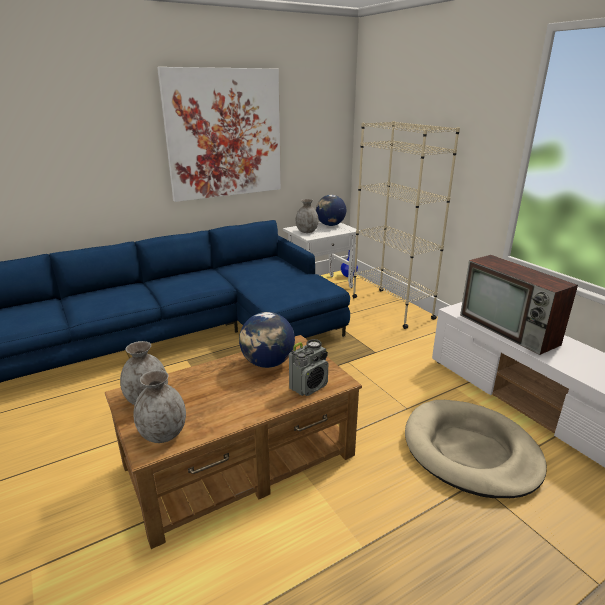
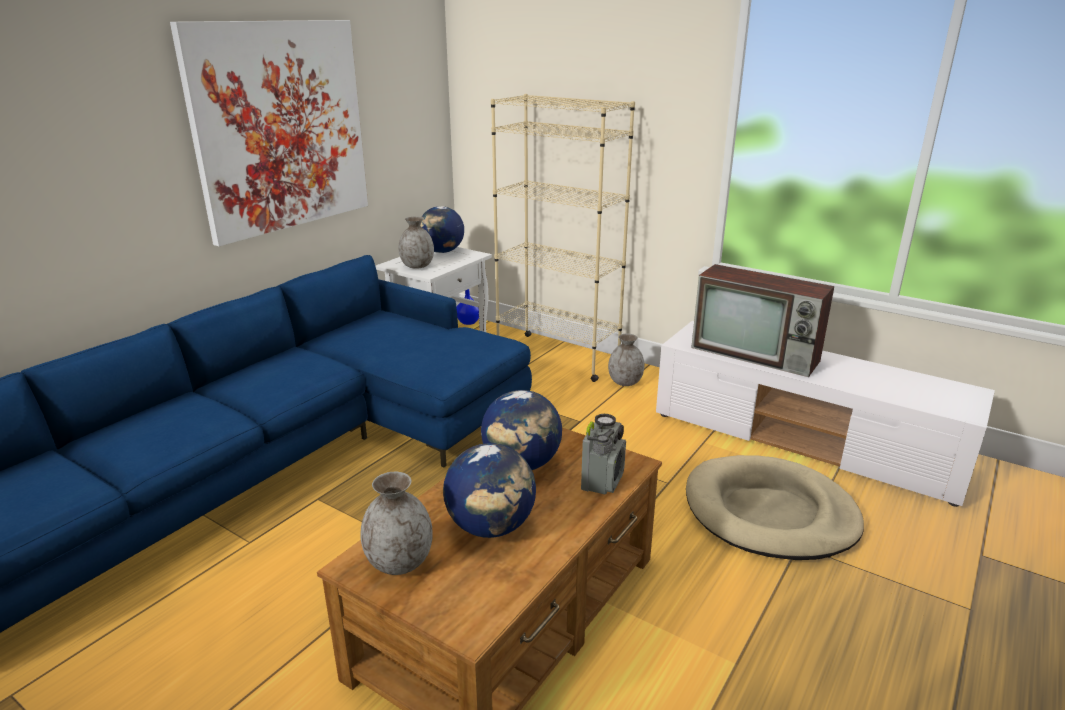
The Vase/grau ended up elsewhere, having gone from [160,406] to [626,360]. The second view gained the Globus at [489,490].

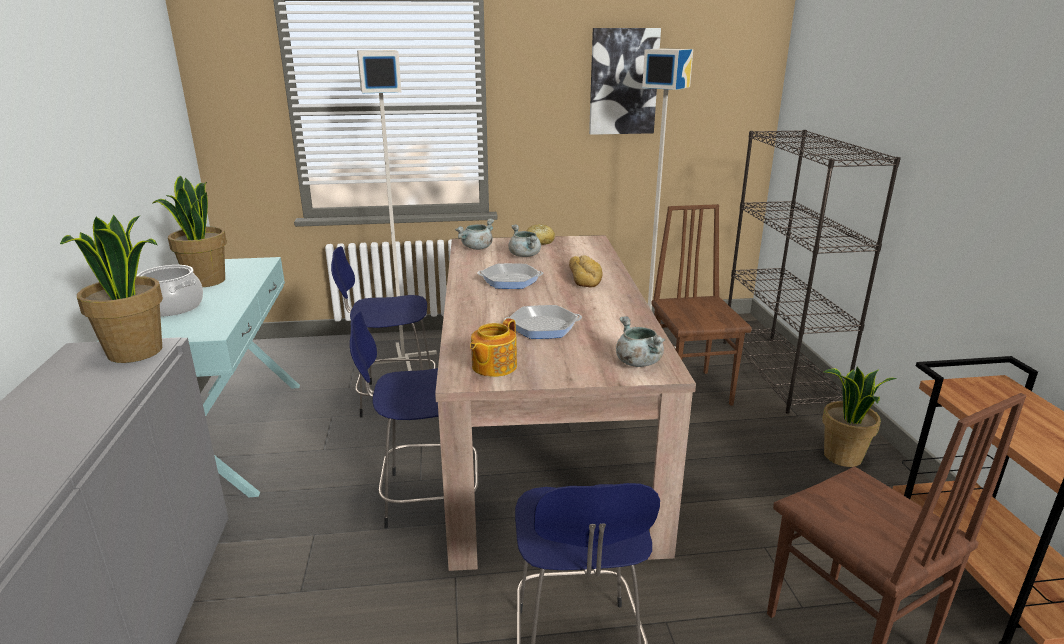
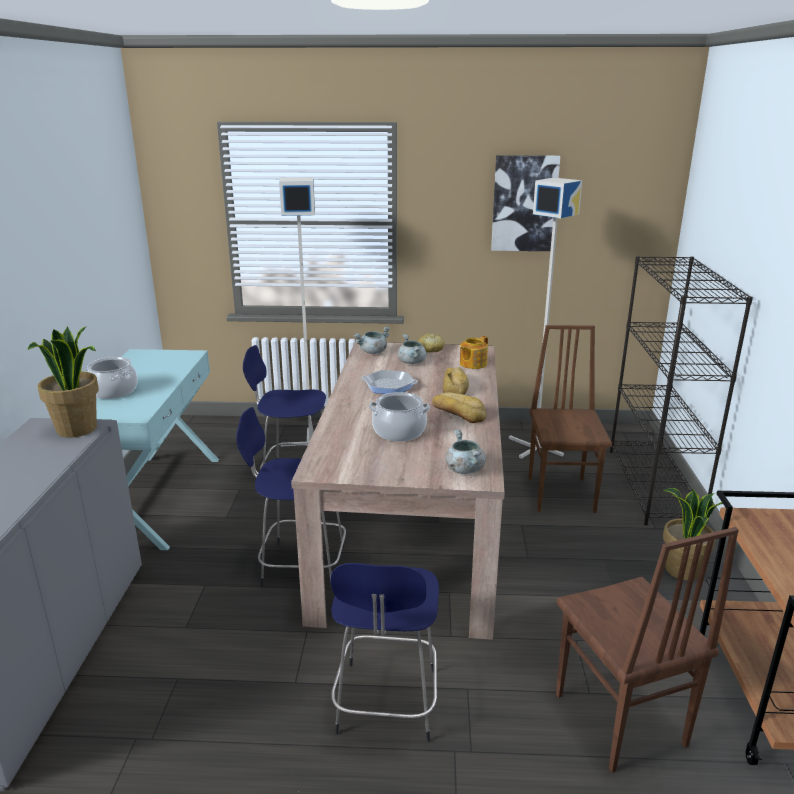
The second view lost the Topfpflanze at [189,231]. The Teekanne ended up elsewhere, having gone from [493,347] to [474,352]. Where the Pfanne stood at [543,322], the Kochtopf came to stand at [399,416]. The second view gained the Brot at [459,407].

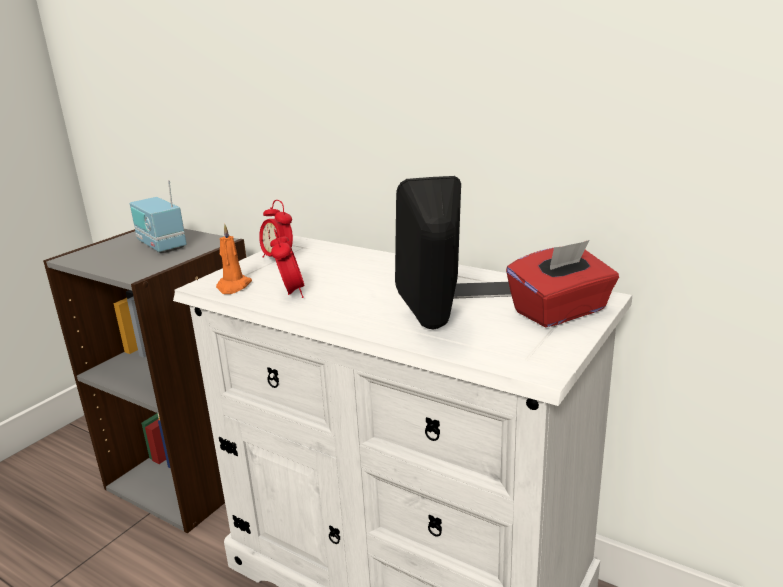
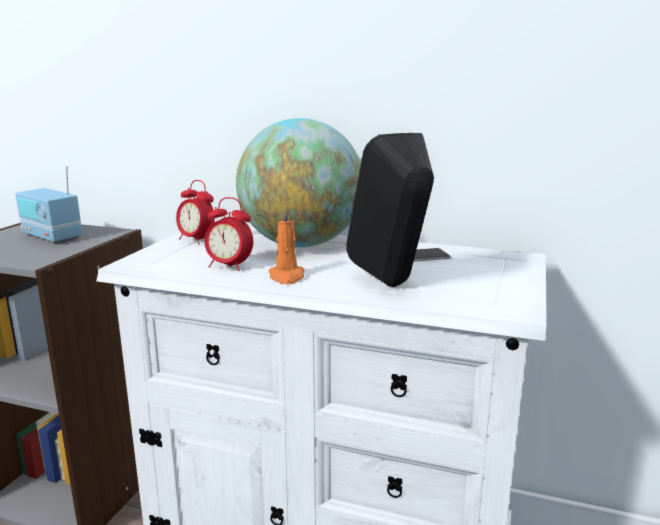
The Kerze/orange ended up elsewhere, having gone from [234,259] to [287,245]. The Wecker at [287,263] ended up facing another way, 135 degrees clockwise from before. The second view lost the Taschentuchbox/rot at [562,283]. The second view gained the Globus at [298,182].

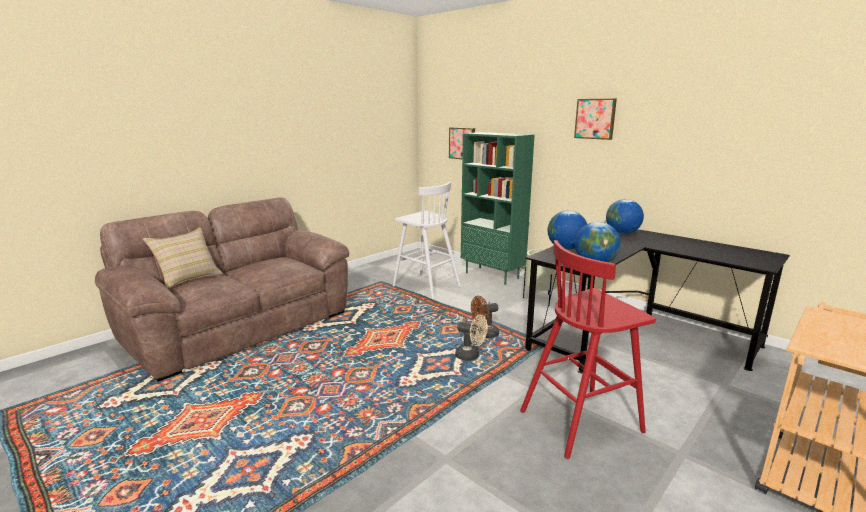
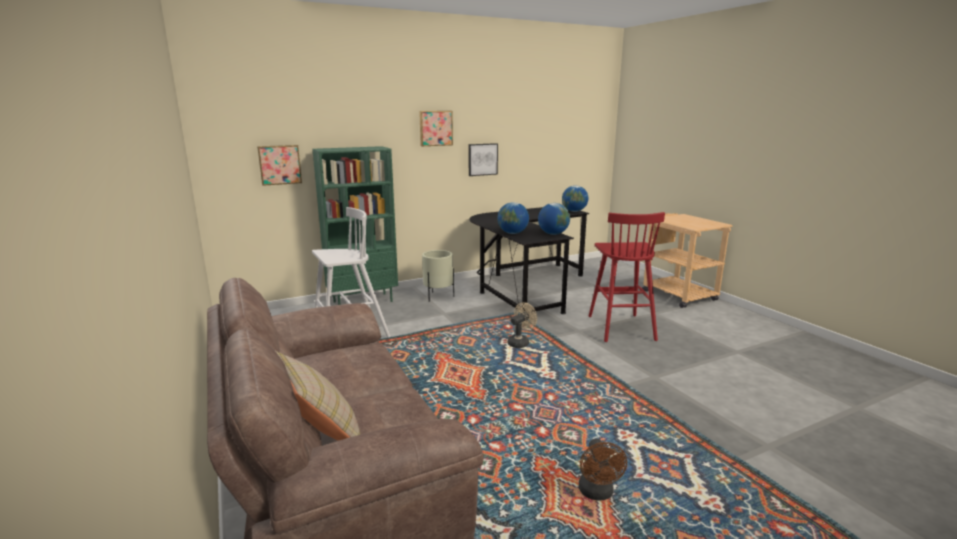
The Ventilator/braun ended up elsewhere, having gone from [485,317] to [603,469]. The Globus ended up elsewhere, having gone from [625,216] to [575,198]. The second view gained the Bild at [483,159].

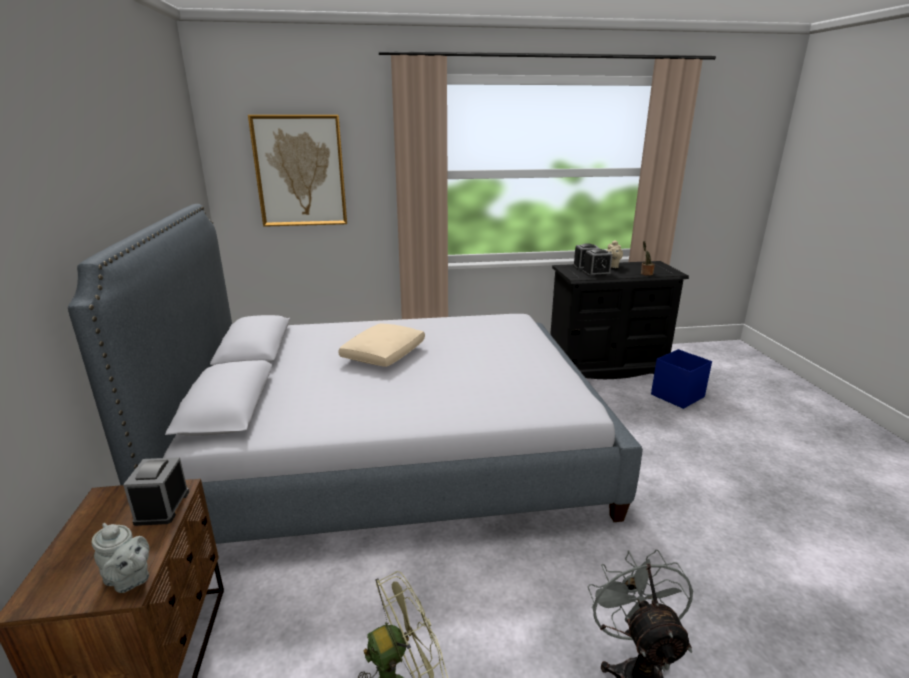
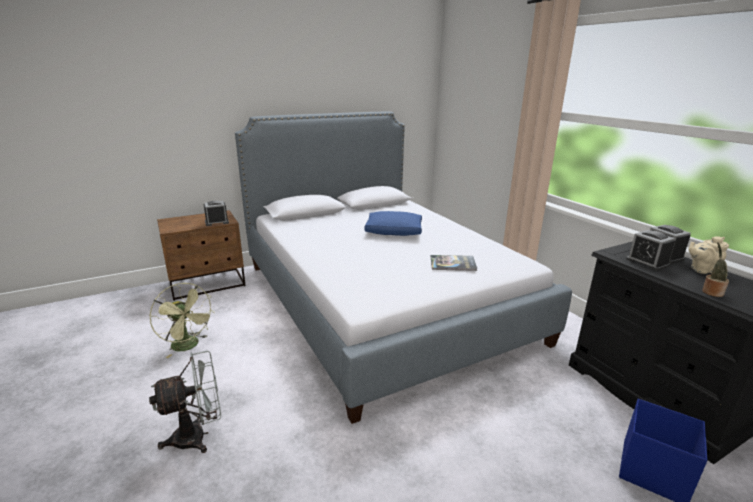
The second view lost the Teekanne/grau at [120,558]. The second view lost the Bild at [297,171]. What was the Kissen/beige at [381,345] turned into the Kissen/blau at [393,223]. The second view gained the Buch at [454,263].

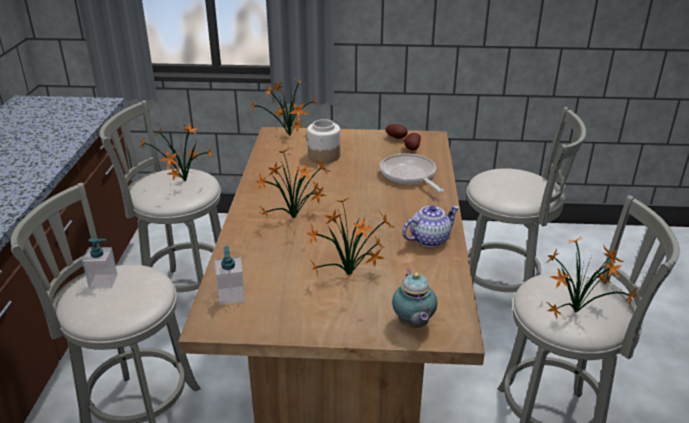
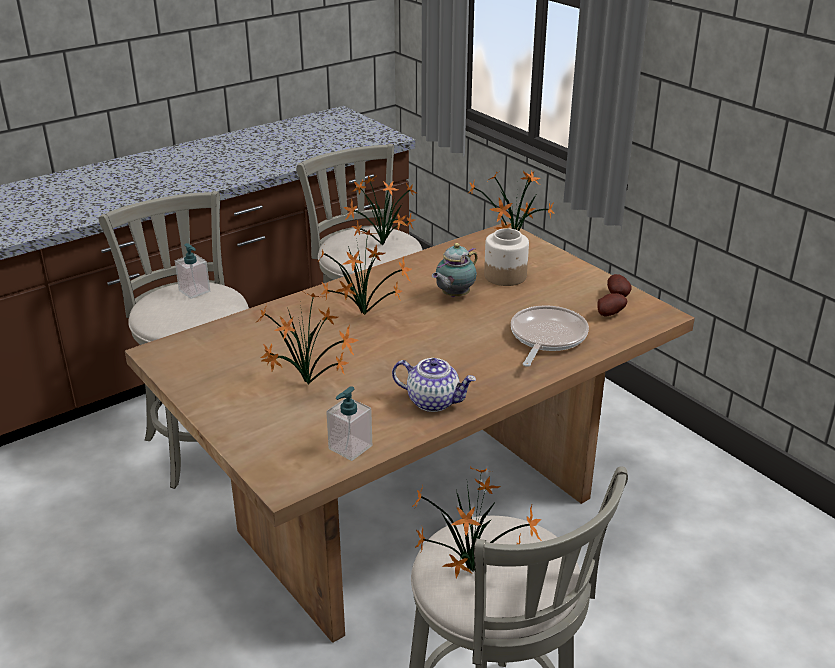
The Seifenspender ended up elsewhere, having gone from [230,275] to [349,423]. The Teekanne ended up elsewhere, having gone from [414,298] to [455,270]. The second view lost the Hocker/grau at [526,199].

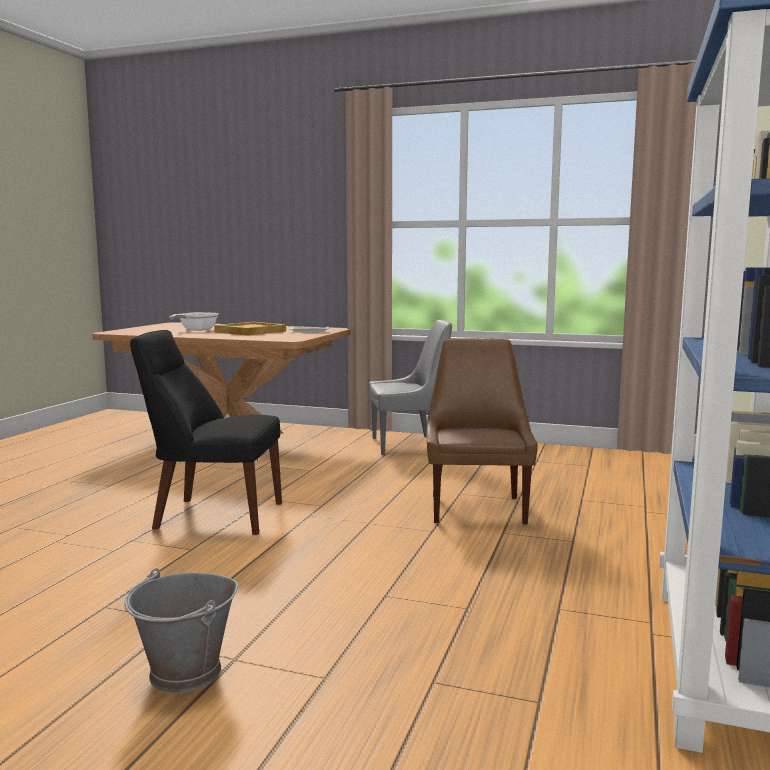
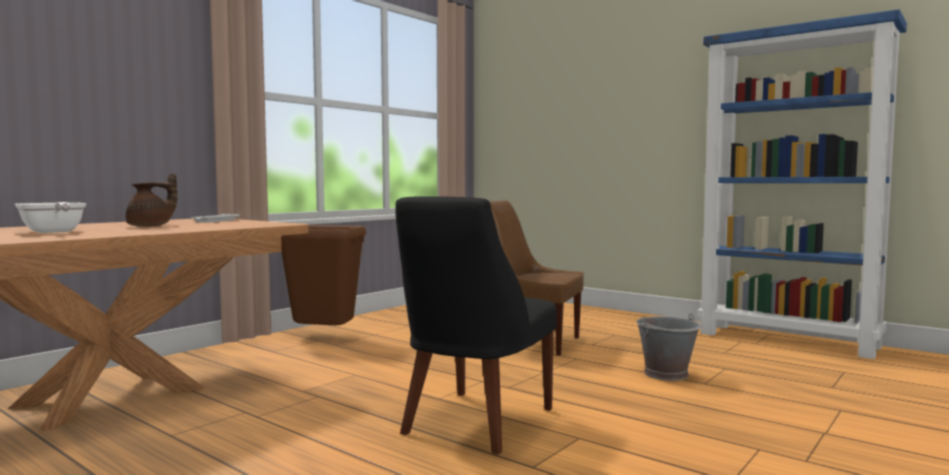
The Eimer/grau ended up elsewhere, having gone from [181,630] to [669,347]. Where the Tablett/beige stood at [250,329], the Teekanne/braun came to stand at [151,200]. Where the Stuhl/grau stood at [410,387], the Mülleimer/braun came to stand at [323,275].

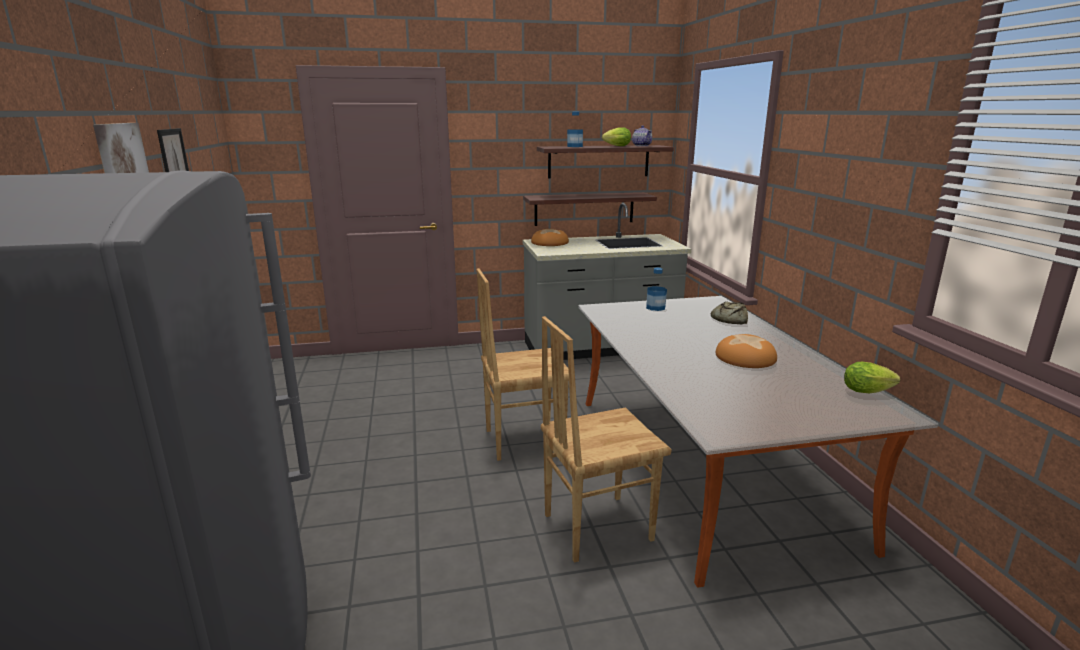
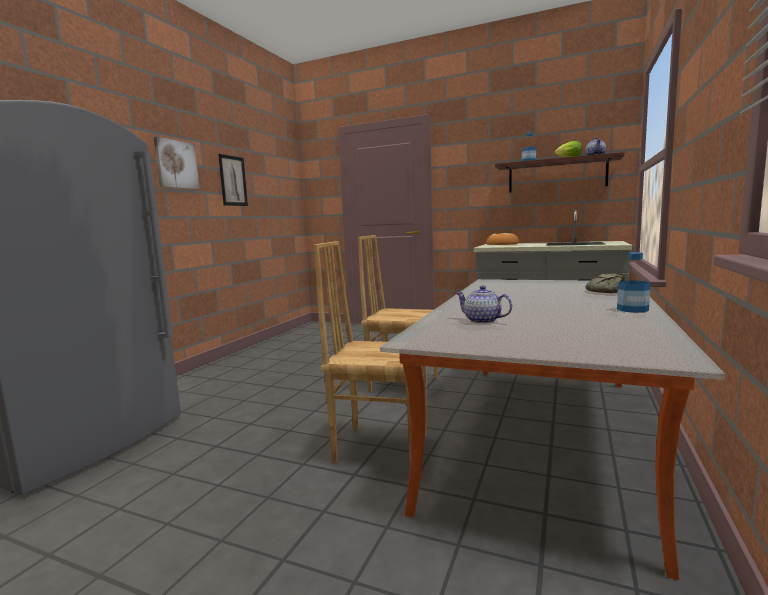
The second view lost the Wandregal at [590,209]. The Flasche ended up elsewhere, having gone from [656,289] to [633,282]. The second view lost the Brot at [746,351]. The second view lost the Salatkopf at [872,377]. The second view gained the Teekanne at [484,304].

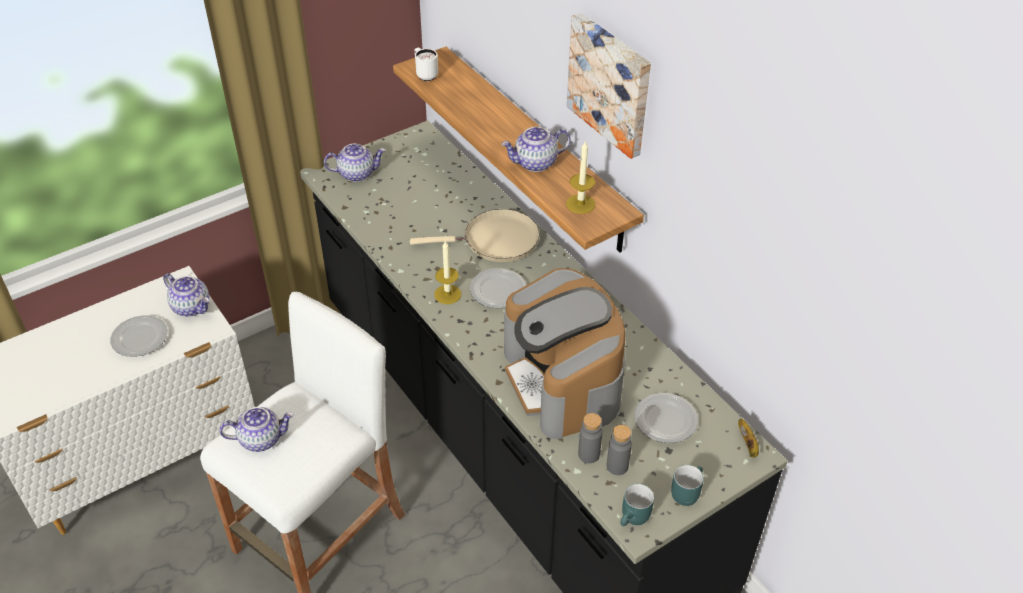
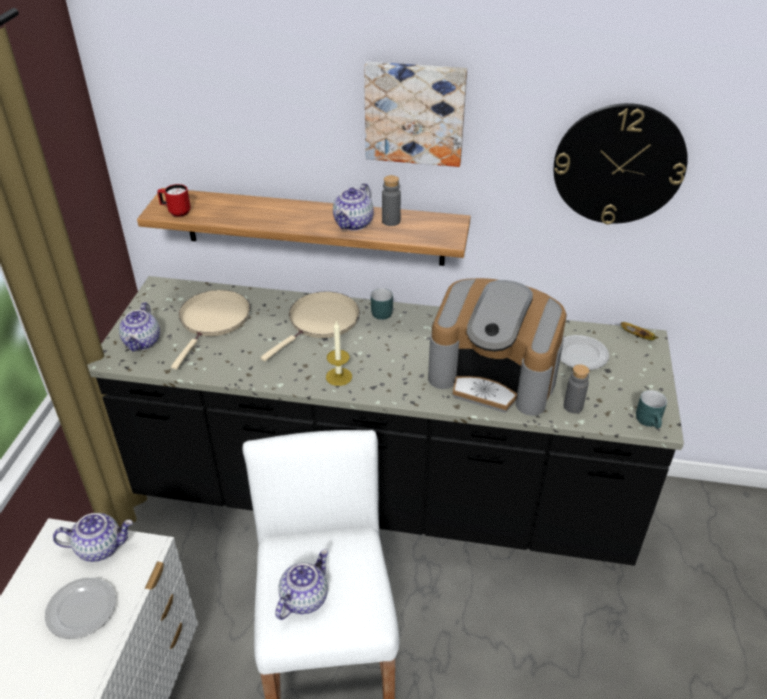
The Teekanne at [355,163] ended up facing another way, 150 degrees clockwise from before. What was the Henkelbecher/weiß at [426,64] turned into the Henkelbecher/rot at [174,200]. The second view lost the Teller at [498,288]. The second view lost the Kerze at [580,177]. The Flasche/grau ended up elsewhere, having gone from [619,450] to [391,200]. The Henkelbecher/türkis ended up elsewhere, having gone from [687,485] to [382,304]. The second view gained the Pfanne/beige at [210,330]. The second view gained the Wanduhr at [621,164].

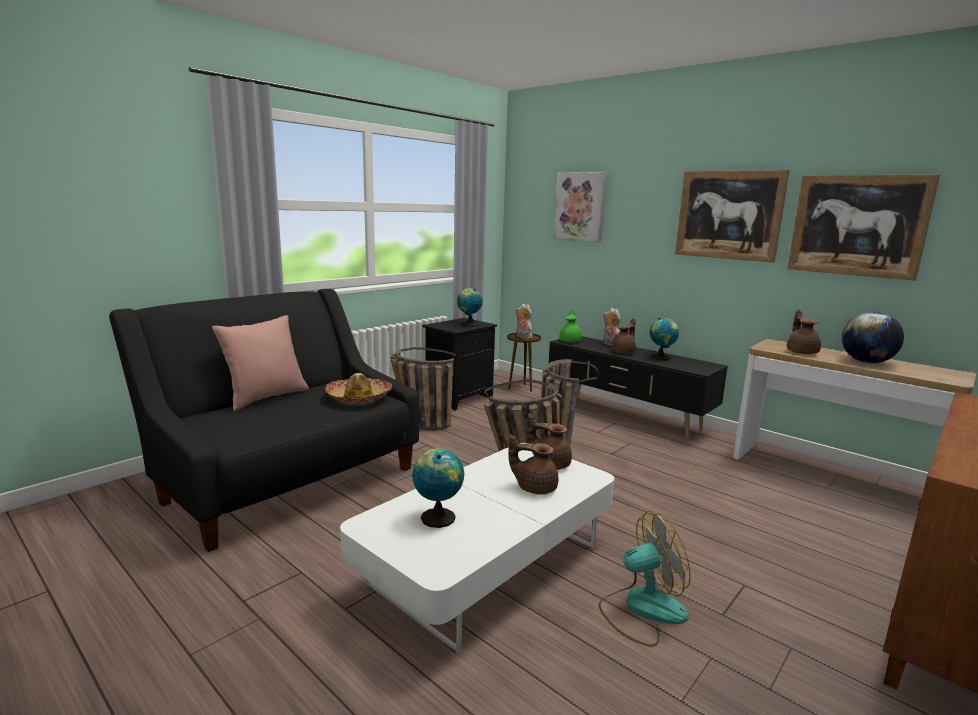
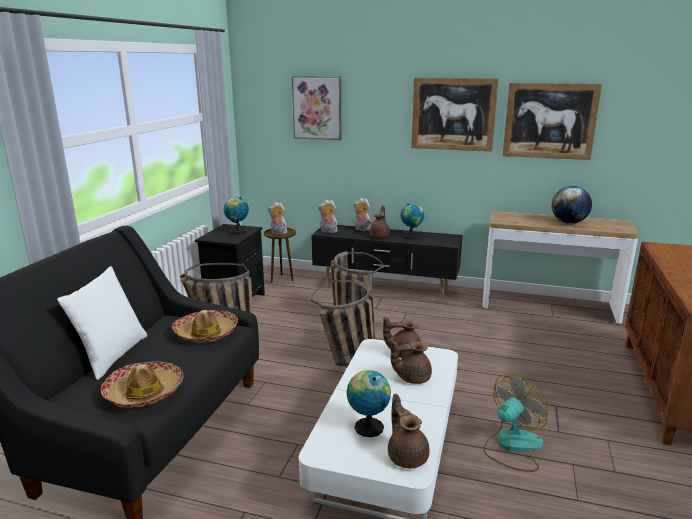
What was the Kissen/rosa at [260,363] turned into the Kissen/weiß at [102,323]. Where the Teekanne/grün stood at [570,326], the Plüschtier came to stand at [328,216]. The Teekanne/braun ended up elsewhere, having gone from [804,331] to [409,431]. The second view gained the Hut at [142,384].

